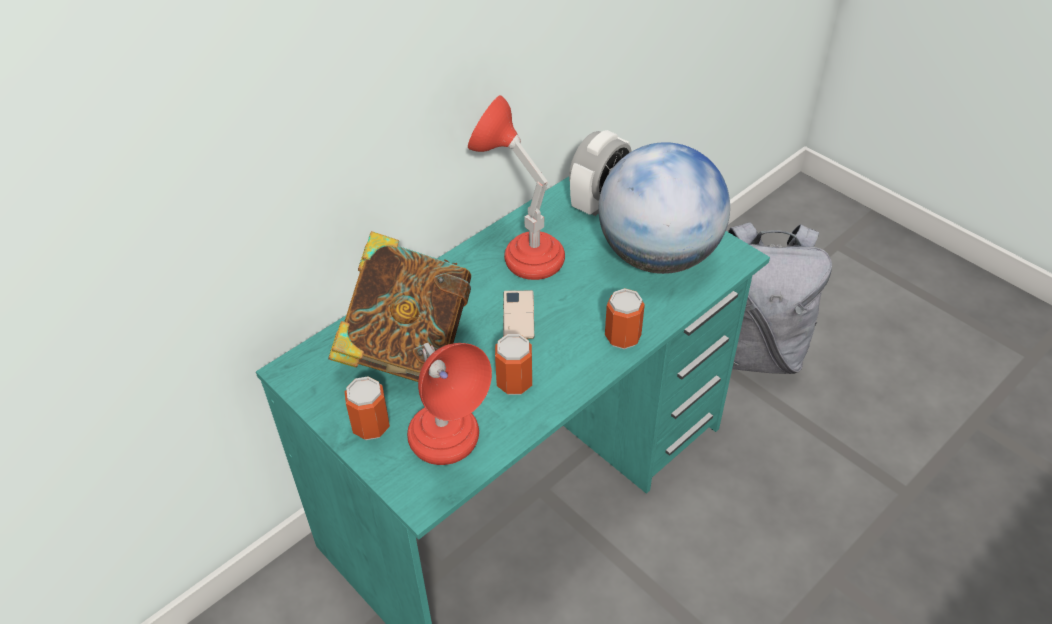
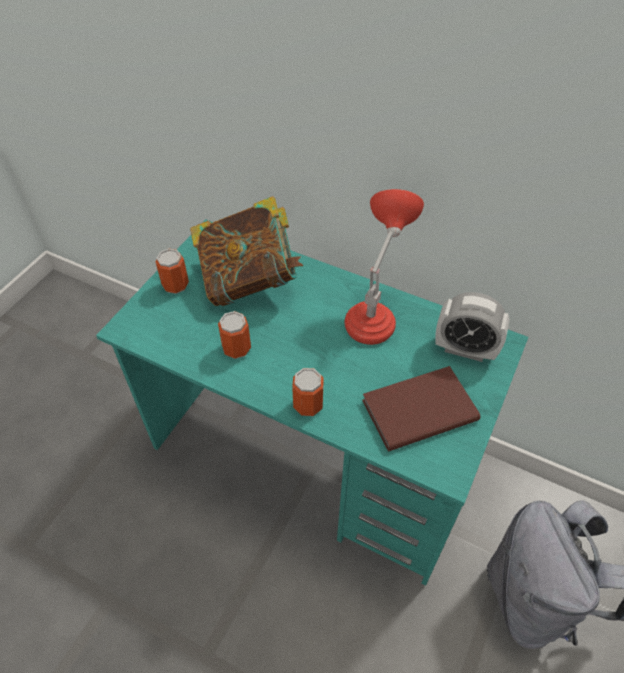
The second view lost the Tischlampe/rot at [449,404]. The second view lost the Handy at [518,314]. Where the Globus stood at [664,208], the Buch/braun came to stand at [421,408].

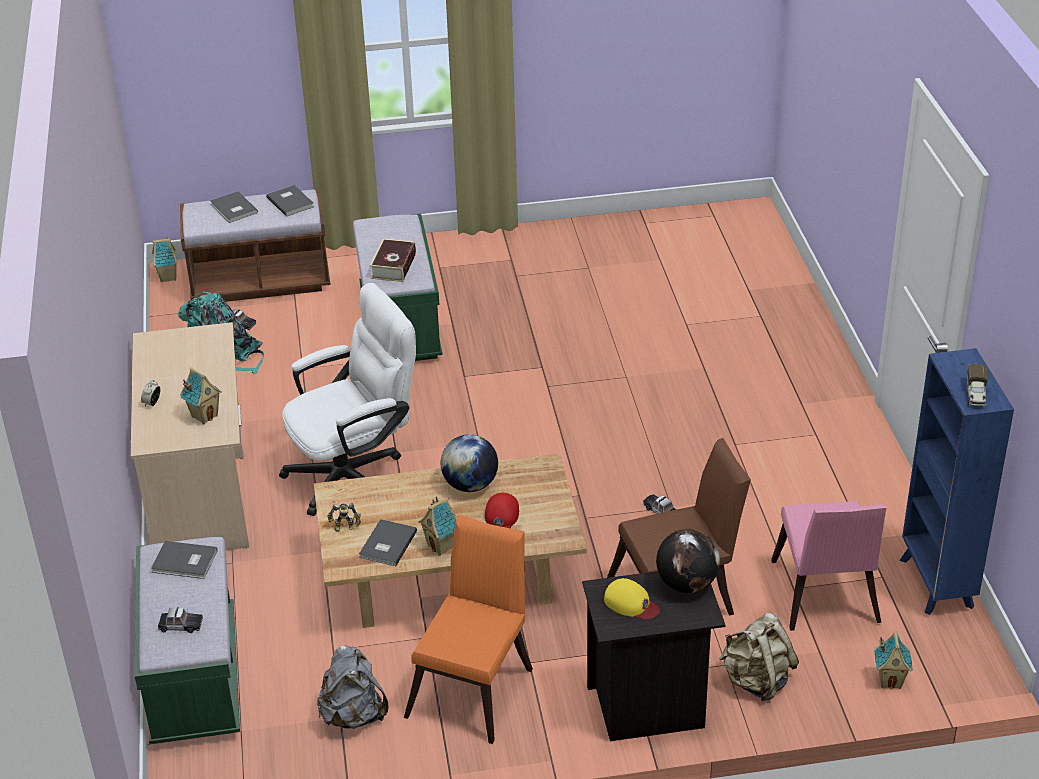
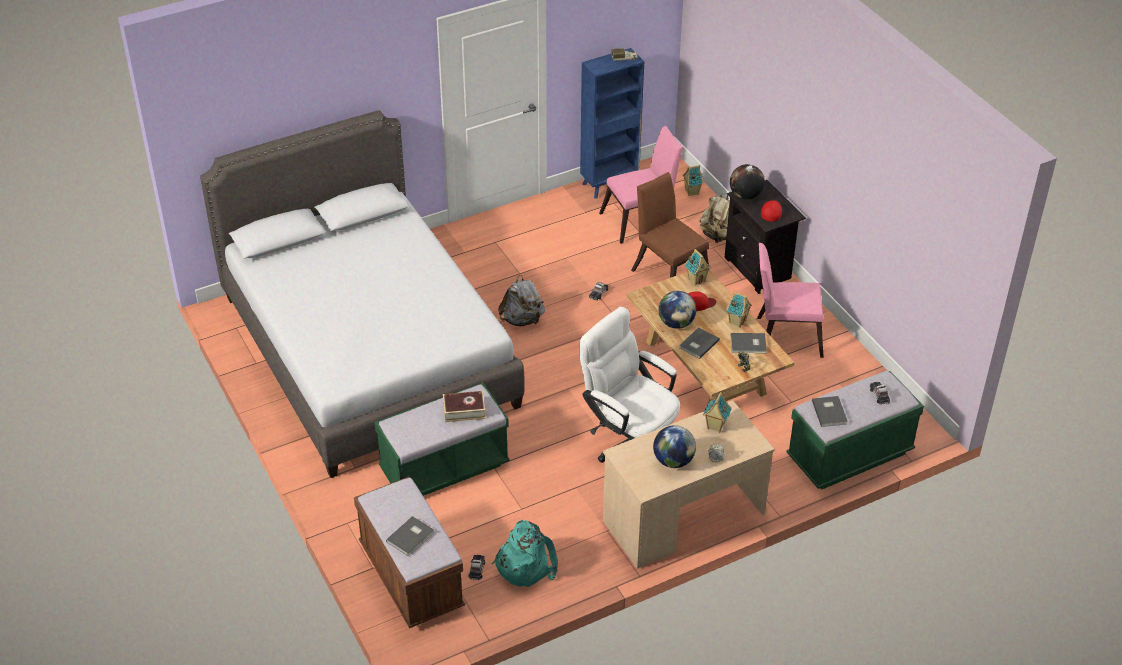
The Spielzeughaus ended up elsewhere, having gone from [164,260] to [698,267]. The Buch/grau ended up elsewhere, having gone from [290,201] to [699,343]. The Rucksack/grau ended up elsewhere, having gone from [352,687] to [521,300]. What was the Stuhl/orange at [468,629] turned into the Stuhl/rosa at [790,300]. What was the Kappe/gelb at [632,599] turned into the Kappe/rot at [771,210]. The second view gained the Bett/grau at [362,294]. The second view gained the Globus at [674,446].

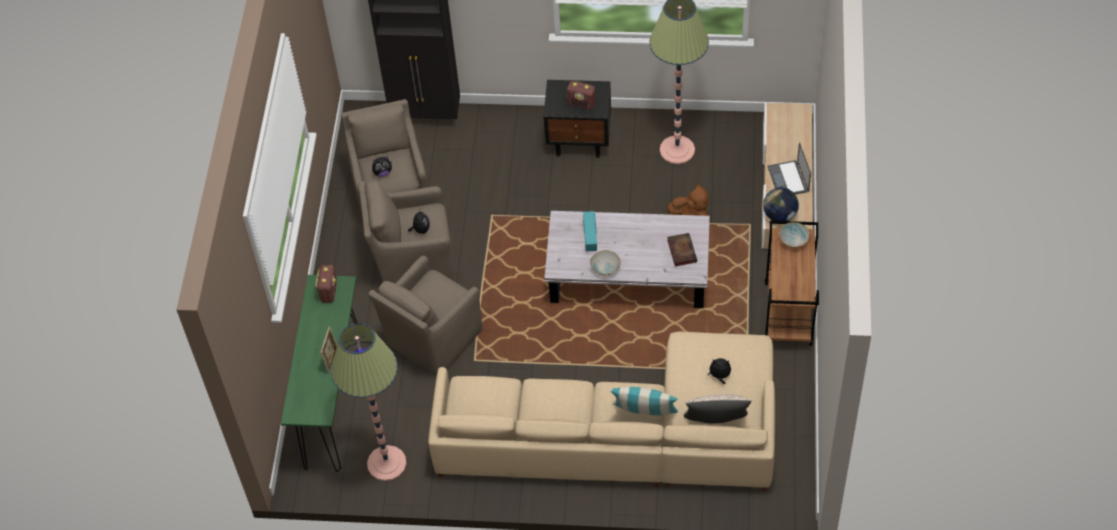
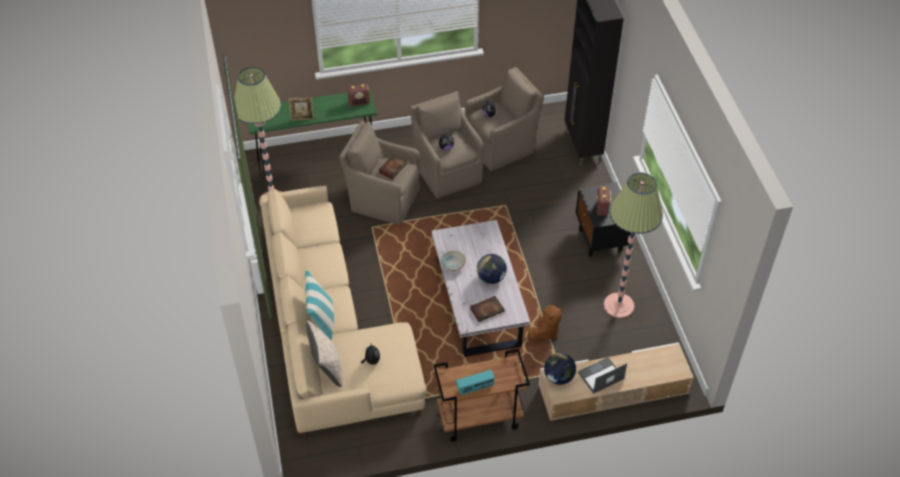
The Radio ended up elsewhere, having gone from [590,231] to [475,382]. The second view lost the Schüssel at [794,235]. The second view gained the Buch at [393,166]. The second view gained the Globus at [492,269].

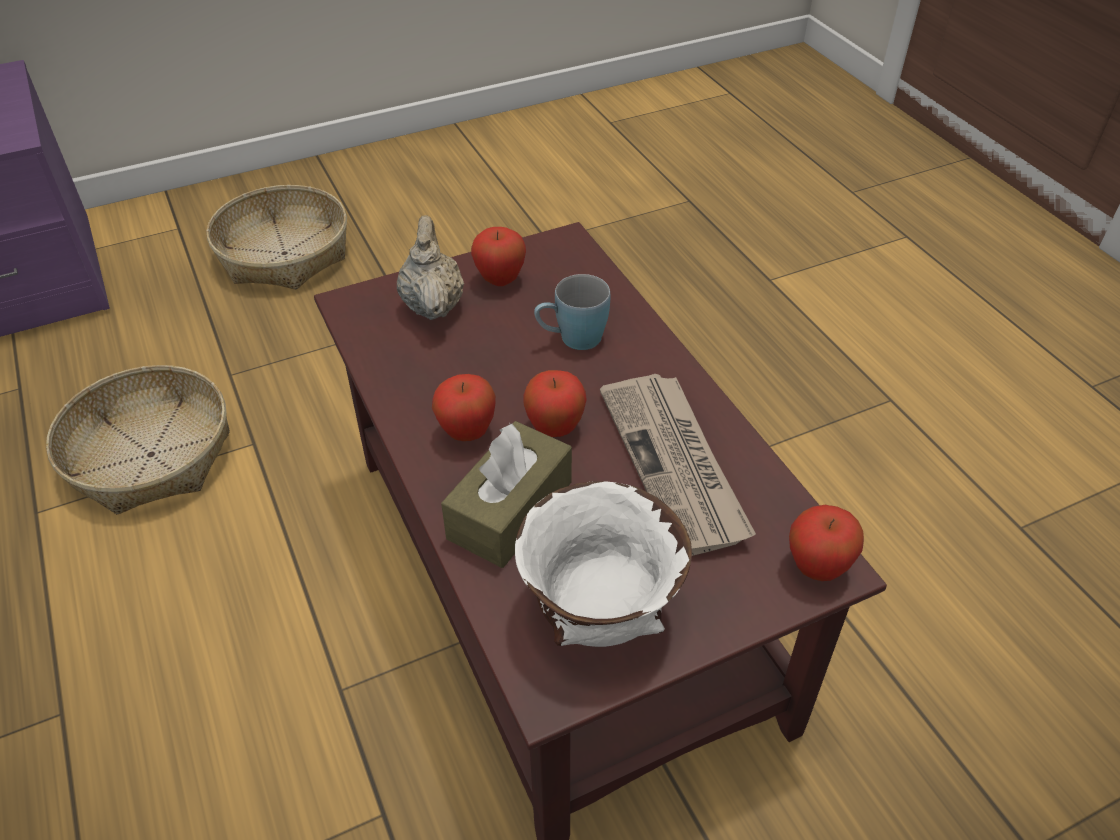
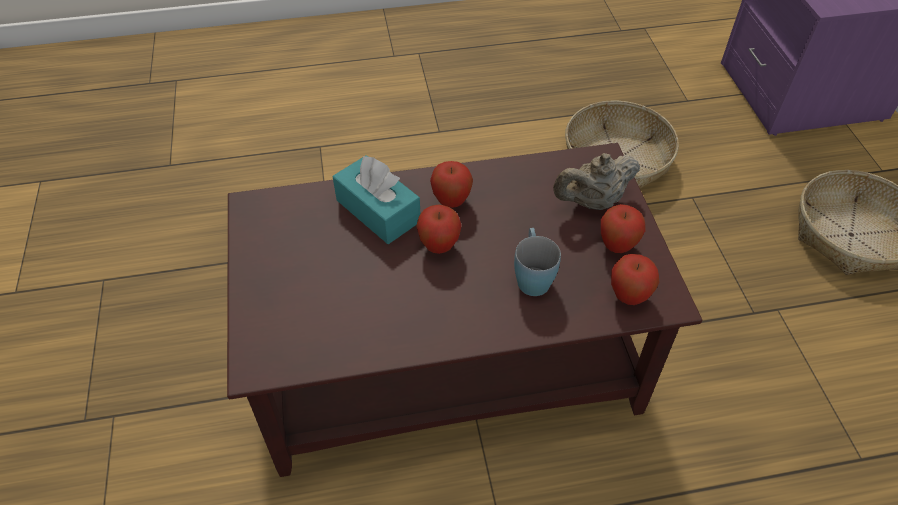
The Teekanne/beige at [430,267] ended up facing another way, 150 degrees clockwise from before. What was the Taschentuchbox/braun at [506,494] turned into the Taschentuchbox/türkis at [376,199]. The second view lost the Schüssel/weiß at [603,564]. The second view lost the Zeitung at [678,465]. The Apfel ended up elsewhere, having gone from [826,543] to [635,279].

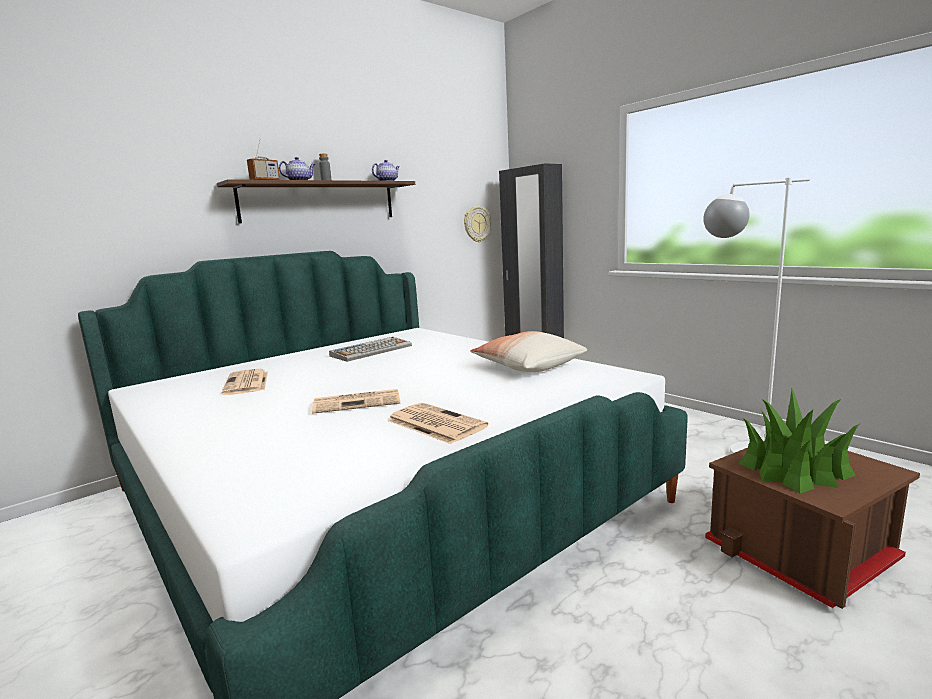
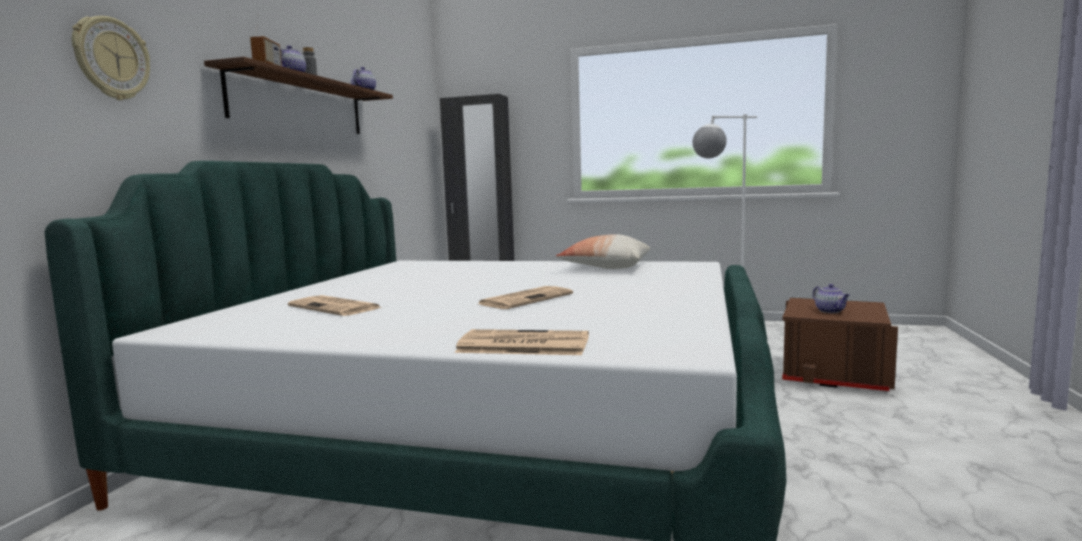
The second view lost the Tastatur at [370,349]. The Zeitung ended up elsewhere, having gone from [437,423] to [522,342]. The Wanduhr ended up elsewhere, having gone from [477,224] to [111,58]. Where the Topfpflanze stood at [798,441], the Teekanne came to stand at [831,298].

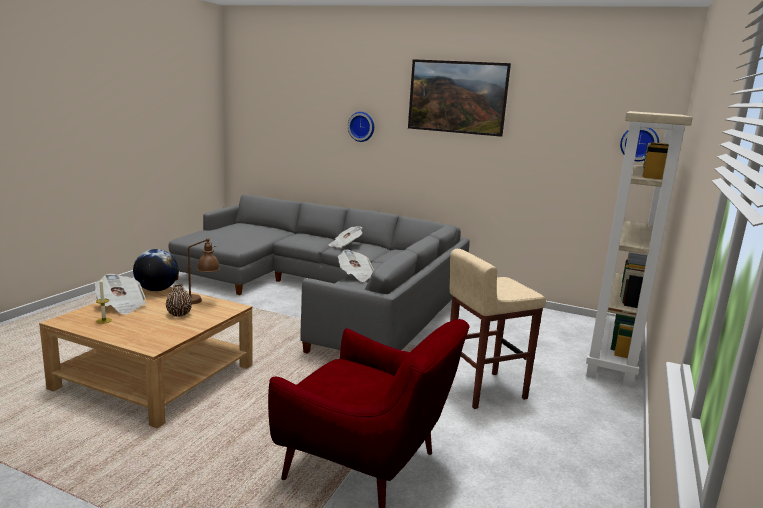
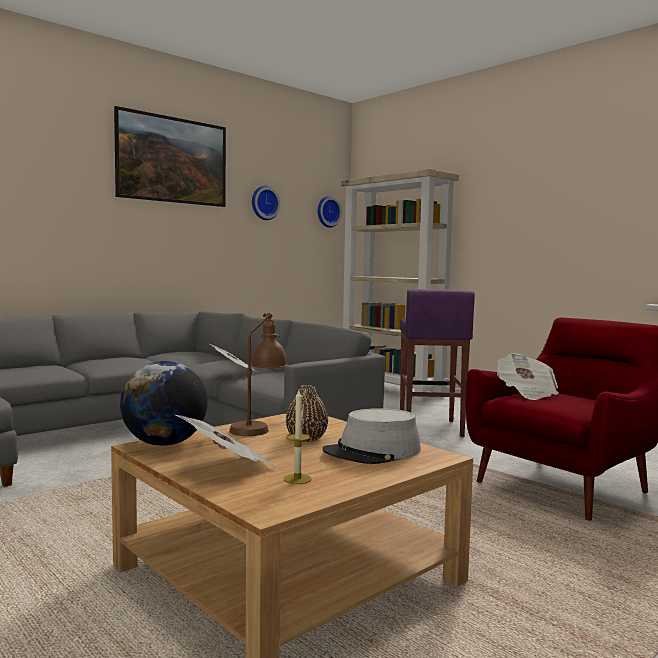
The Zeitung ended up elsewhere, having gone from [345,237] to [528,376]. The Wanduhr ended up elsewhere, having gone from [361,127] to [266,203]. What was the Hocker/beige at [498,329] turned into the Hocker/lila at [437,363]. The second view gained the Hut/grau at [371,436].

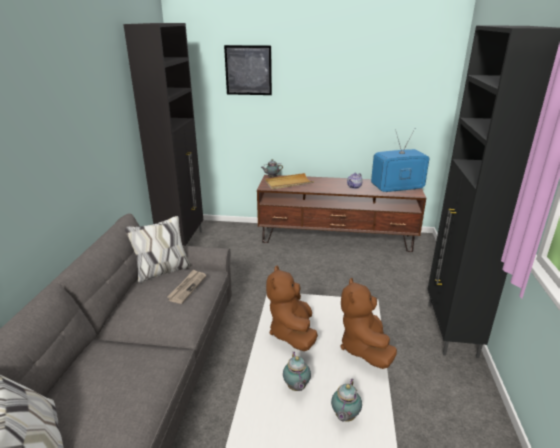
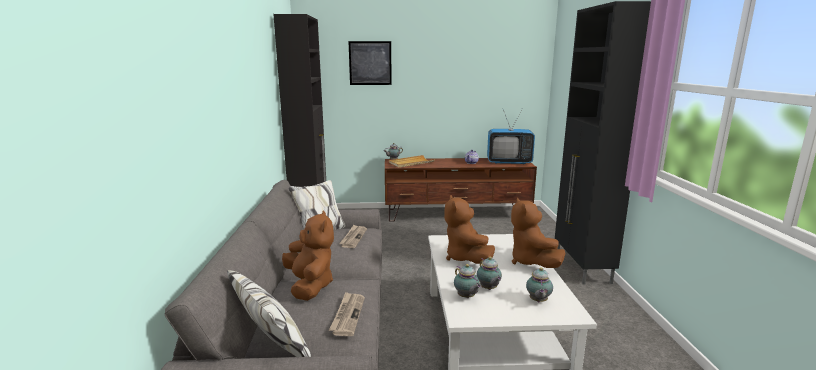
The Fernseher at [400,160] ended up facing another way, 150 degrees counterclockwise from before. The second view gained the Plüschtier/braun at [308,255]. The second view gained the Zeitung at [347,314]. The second view gained the Teekanne at [467,281].

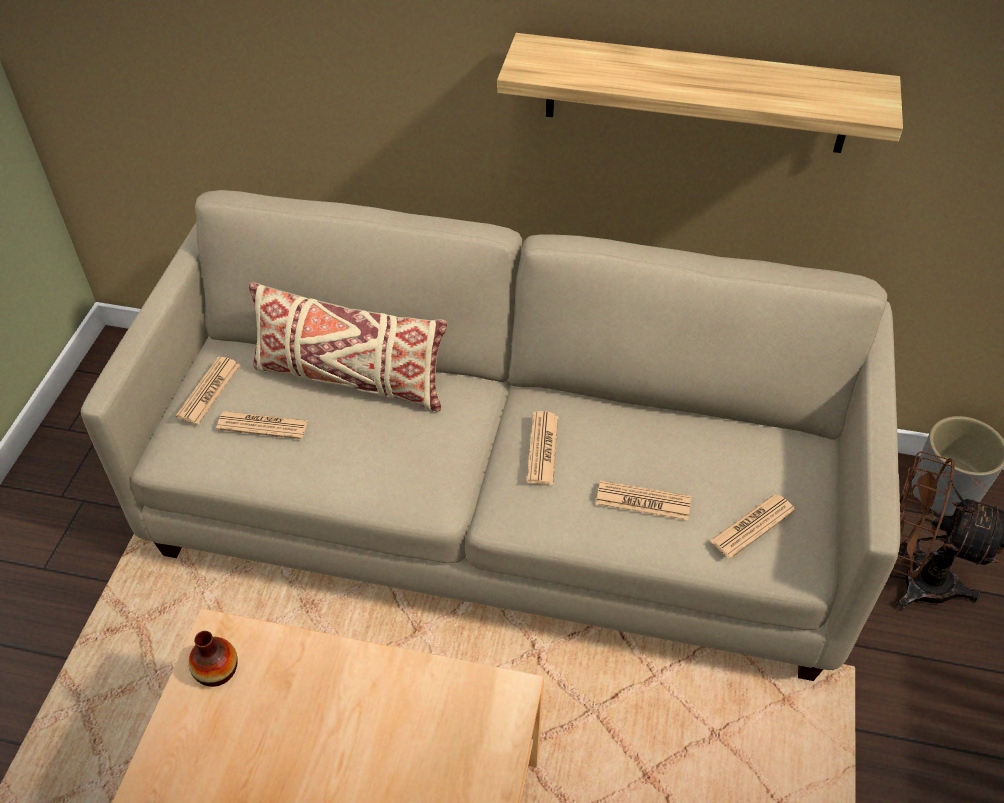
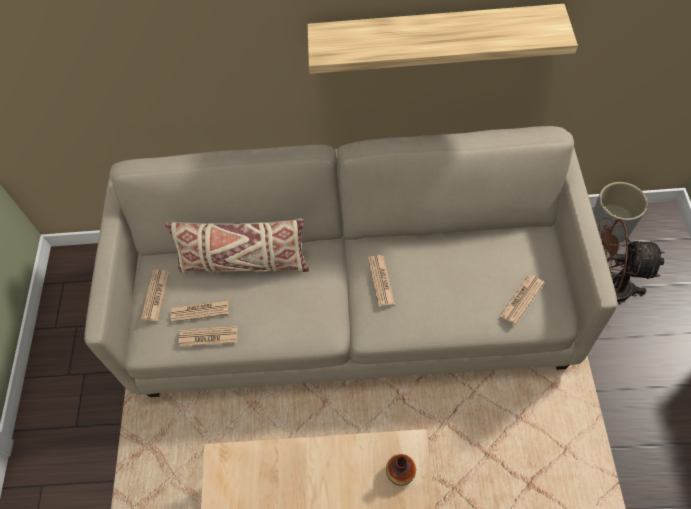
The Vase ended up elsewhere, having gone from [213,659] to [401,470]. The Zeitung ended up elsewhere, having gone from [643,500] to [208,336].

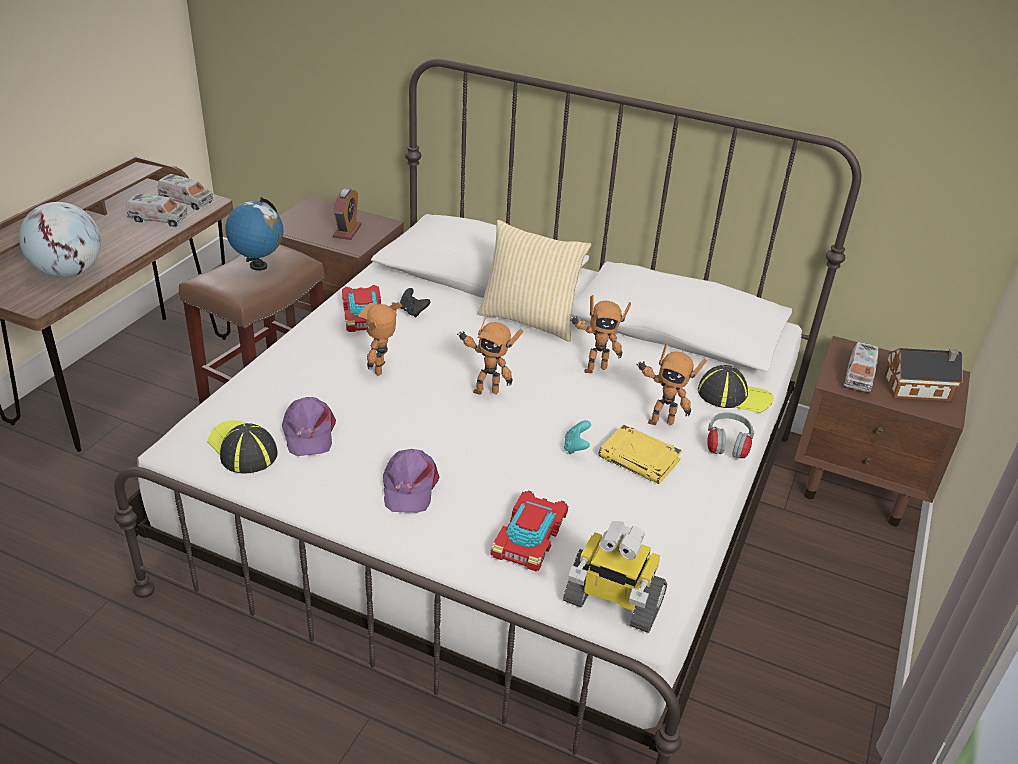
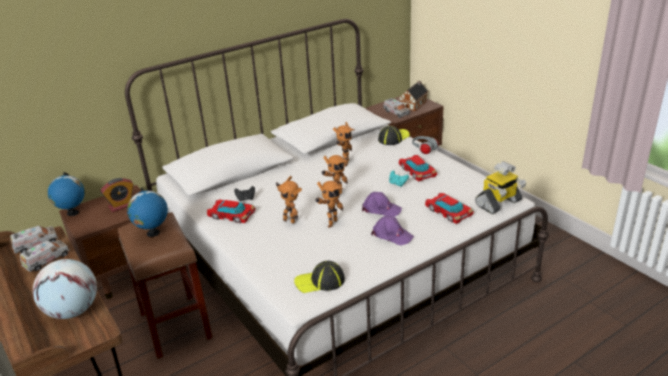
The Kappe/lila ended up elsewhere, having gone from [309,426] to [382,204]. The Wecker at [347,214] ended up facing another way, 105 degrees clockwise from before. The second view lost the Kissen at [535,281]. Where the Buch/gelb stood at [640,454], the Spielzeugauto came to stand at [418,168]. The Spielzeugroboter ended up elsewhere, having gone from [671,384] to [329,202]. The second view gained the Globus at [66,194].

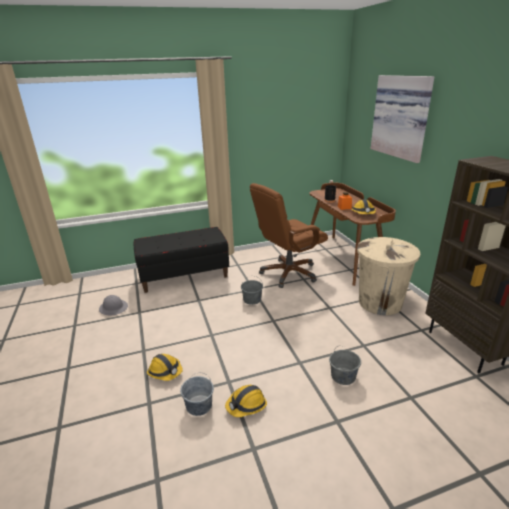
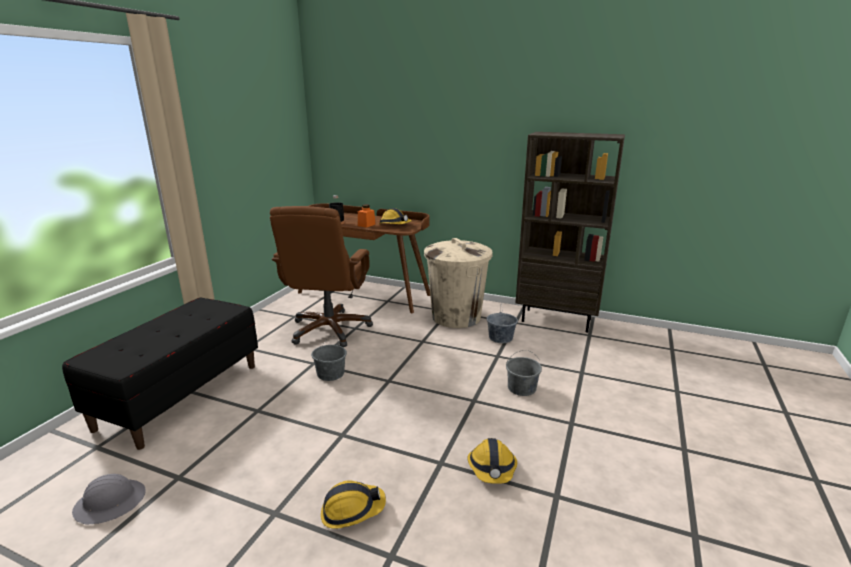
The Eimer/grau ended up elsewhere, having gone from [197,394] to [502,323]. The second view lost the Bild at [402,119].

